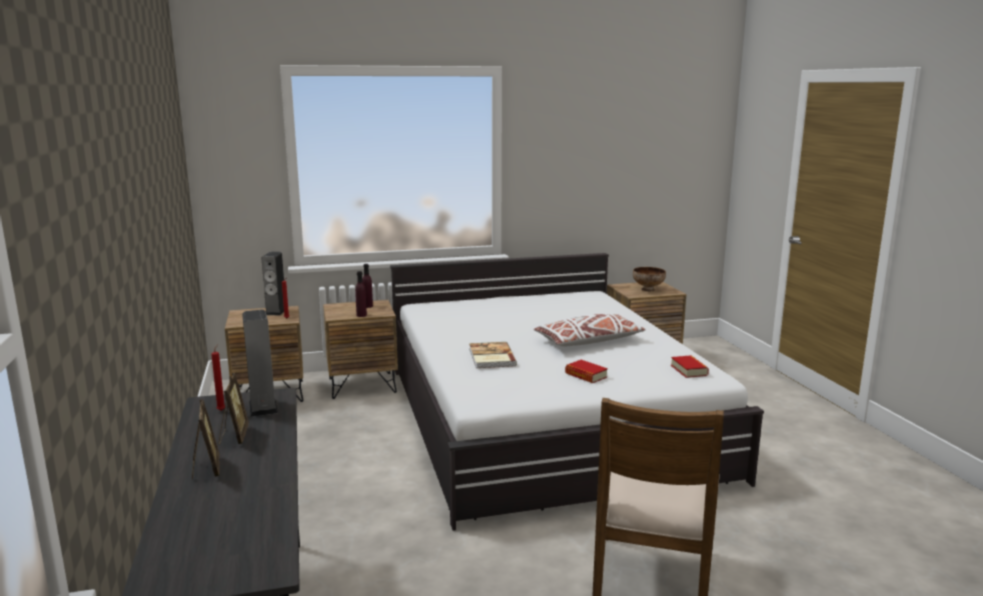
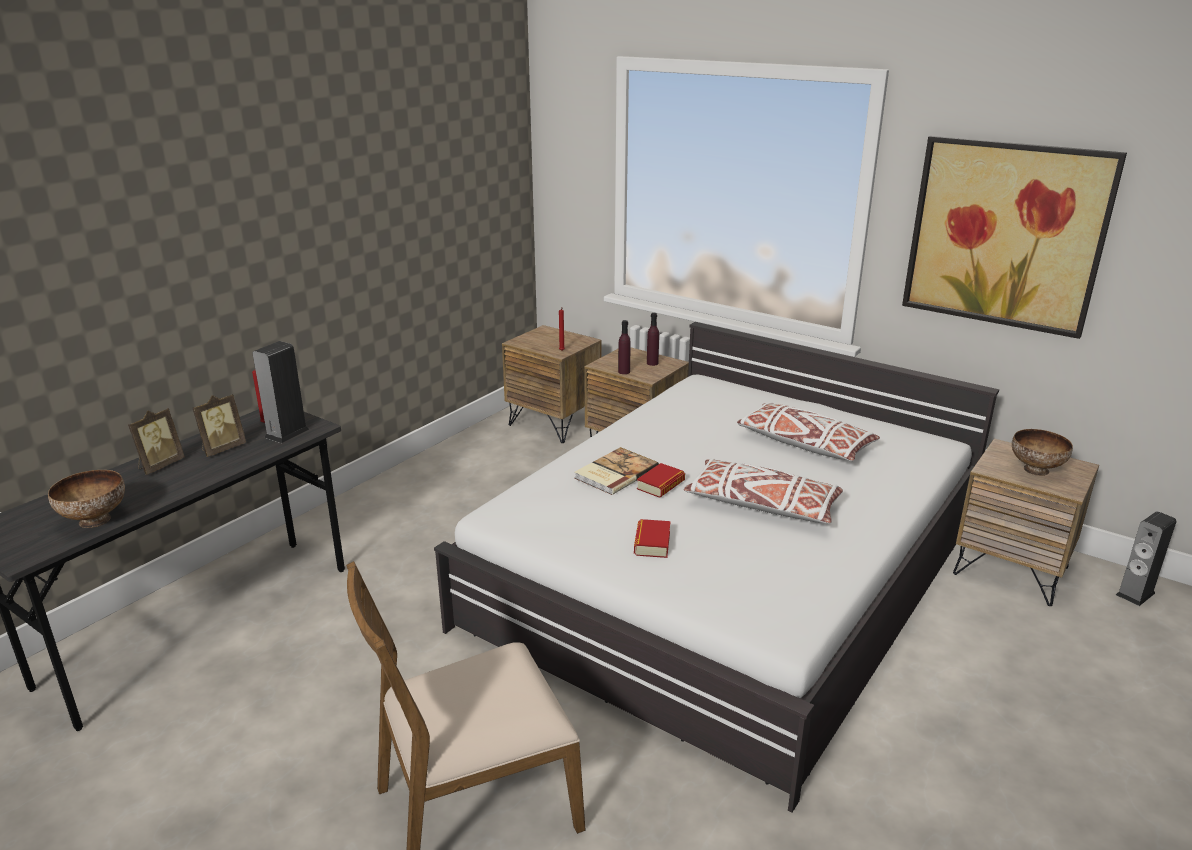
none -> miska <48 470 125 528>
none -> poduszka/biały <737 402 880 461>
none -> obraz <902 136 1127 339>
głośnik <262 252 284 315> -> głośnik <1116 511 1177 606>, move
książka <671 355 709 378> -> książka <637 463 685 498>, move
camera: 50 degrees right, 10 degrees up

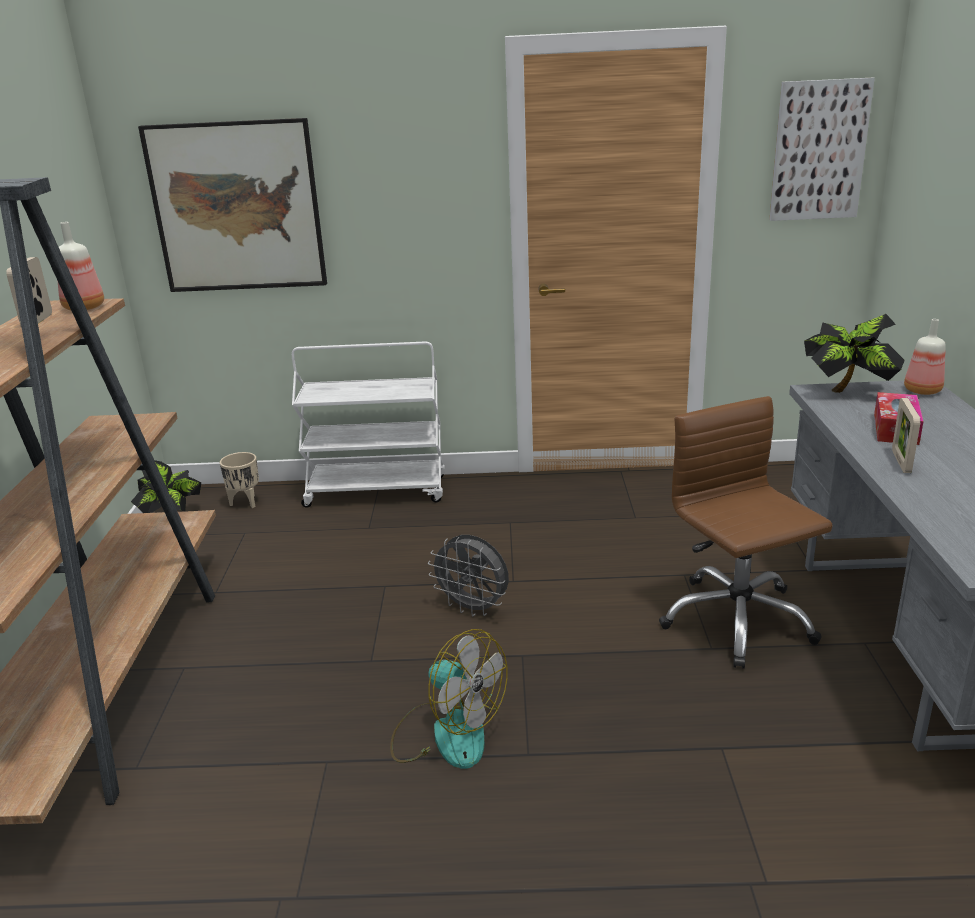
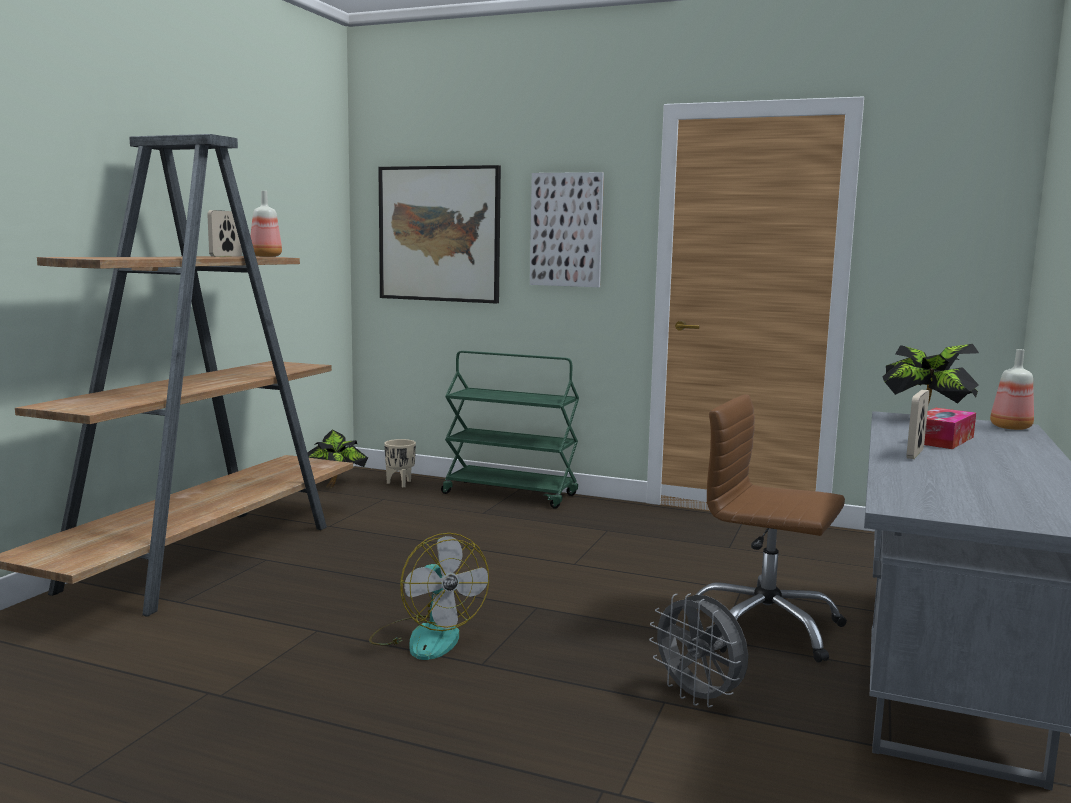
wentylator/szary <428 535 509 616> -> wentylator/szary <649 593 748 707>, move
obraz <769 78 875 221> -> obraz <530 172 604 287>, move
wózek/biały <292 341 445 507> -> wózek/zielony <441 351 579 509>
krzesło biurowe/brązowy <659 396 833 669> -> krzesło biurowe/brązowy <696 394 847 663>, 60 degrees counterclockwise
camera: 20 degrees right, 15 degrees down

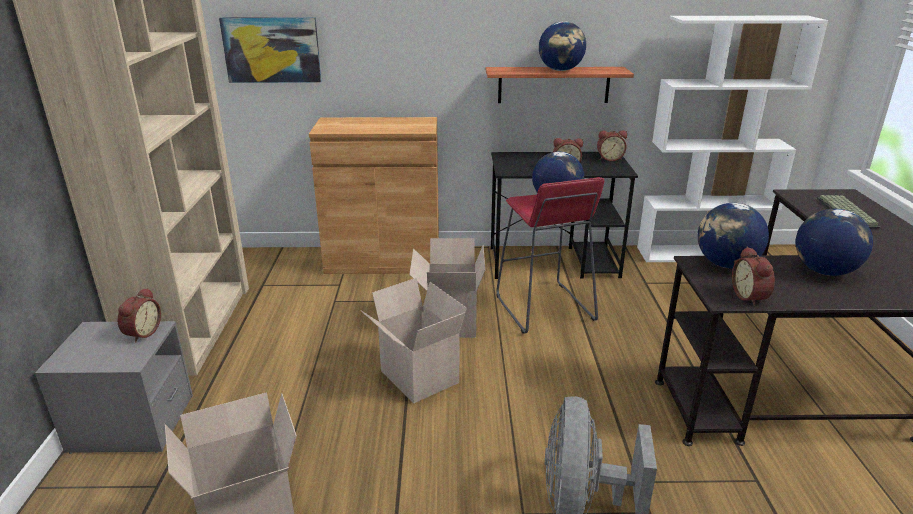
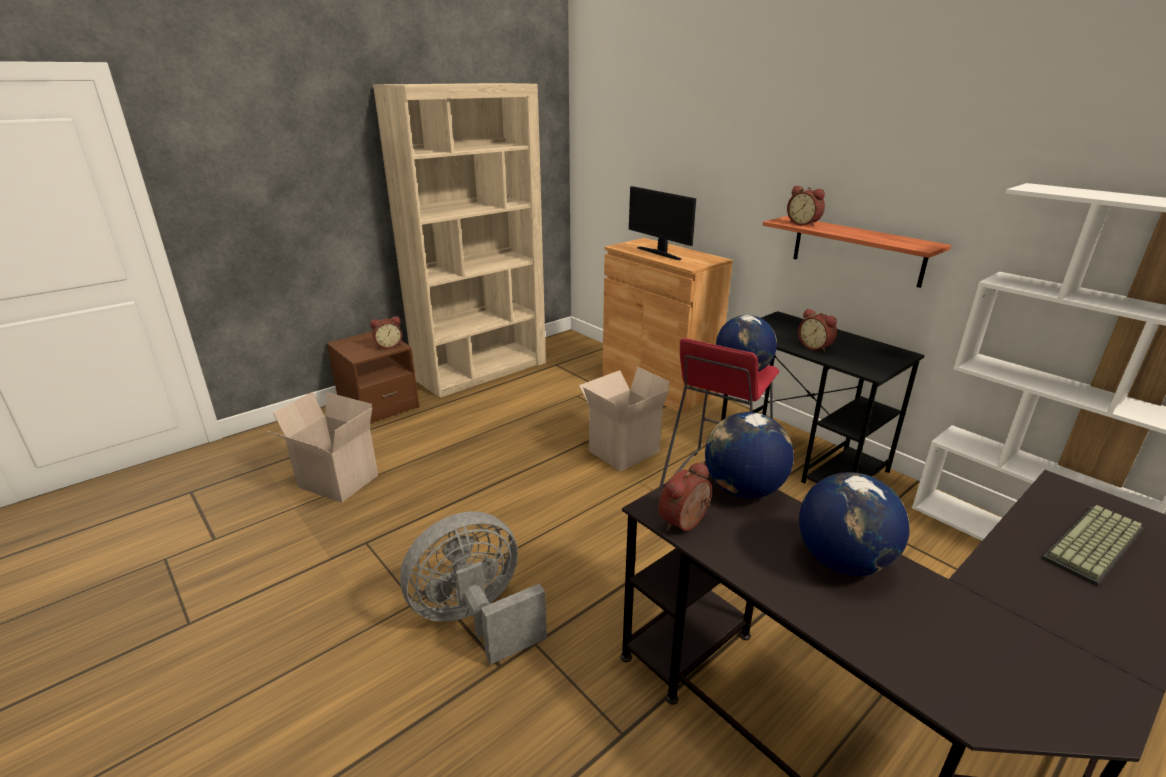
obraz <219 17 322 83> -> none
karton <360 278 467 403> -> none
globus <539 21 586 71> -> none
none -> monitor <629 186 696 260>
budzik <597 130 627 161> -> budzik <787 186 825 227>, move
szafka nocna/szary <35 321 193 454> -> szafka nocna/brązowy <327 331 419 423>
camera: 50 degrees right, 0 degrees up

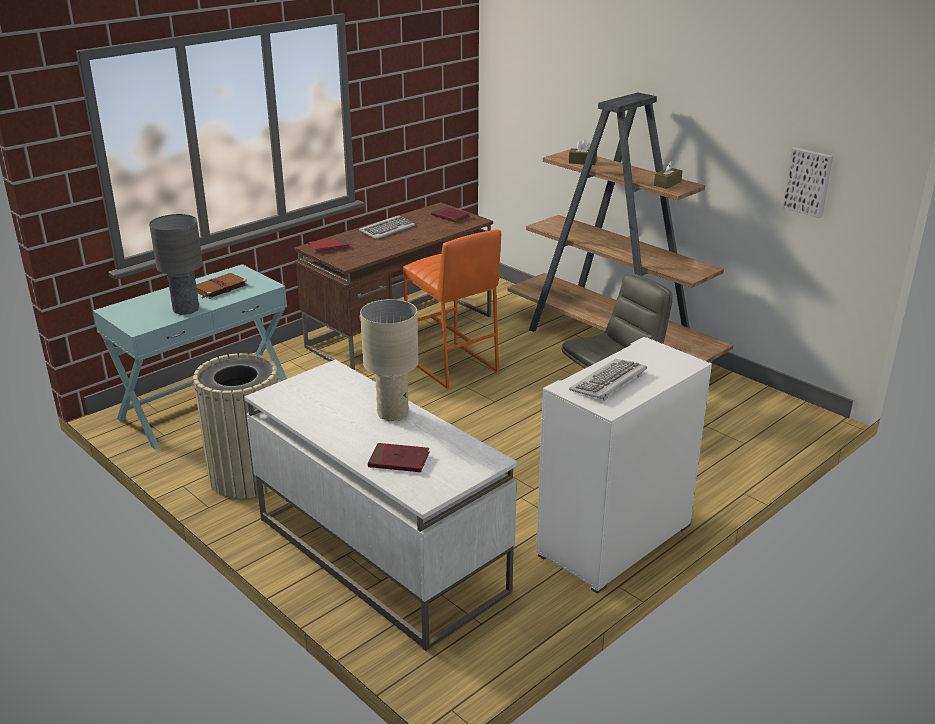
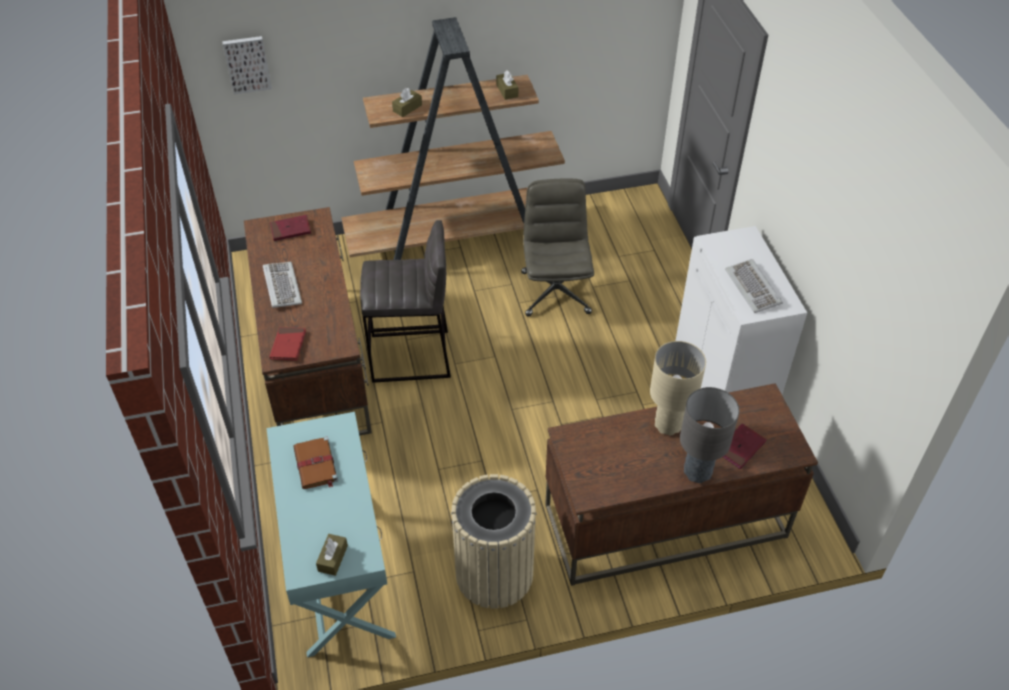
none -> pudełko chusteczek/brązowy <316 534 348 576>
lampa stołowa/szary <149 214 203 315> -> lampa stołowa/szary <680 387 740 483>, move
obraz <783 147 833 218> -> obraz <222 36 272 94>, move
biurko/biały <244 359 517 651> -> biurko/brązowy <545 383 818 586>
stołek/pomarańczowy <403 229 501 389> -> stołek/szary <360 220 451 383>
camera: 60 degrees left, 20 degrees up

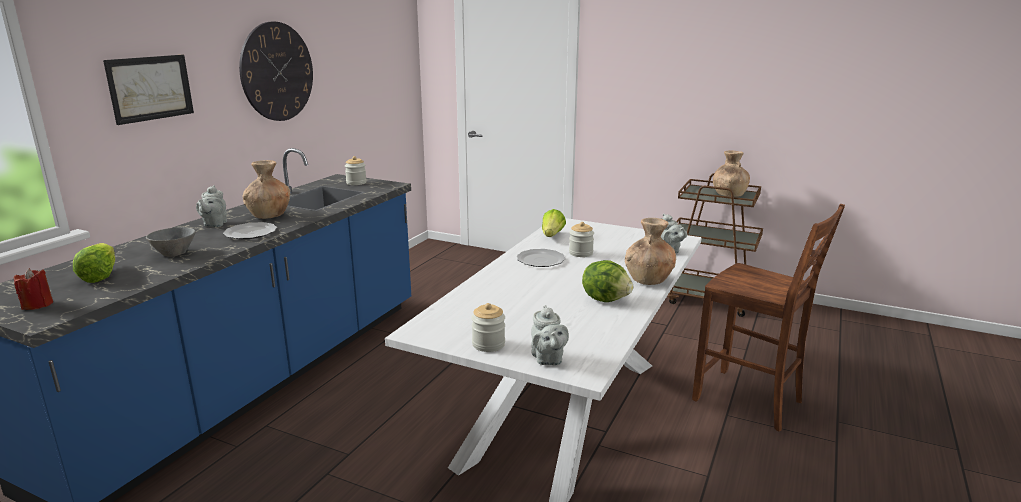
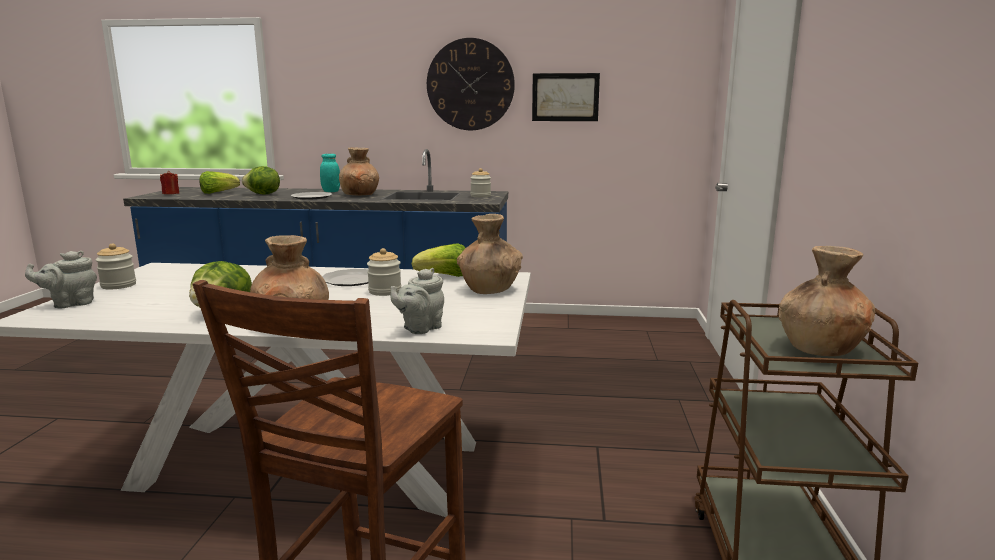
none -> wazon/brązowy <457 214 523 294>
obraz <103 55 194 125> -> obraz <532 73 600 121>, move
miska/szary <146 227 196 257> -> sałata <242 166 280 195>
imbryk/szary <196 185 227 227> -> słoik/turkusowy <320 154 340 192>
camera: 70 degrees right, 5 degrees down

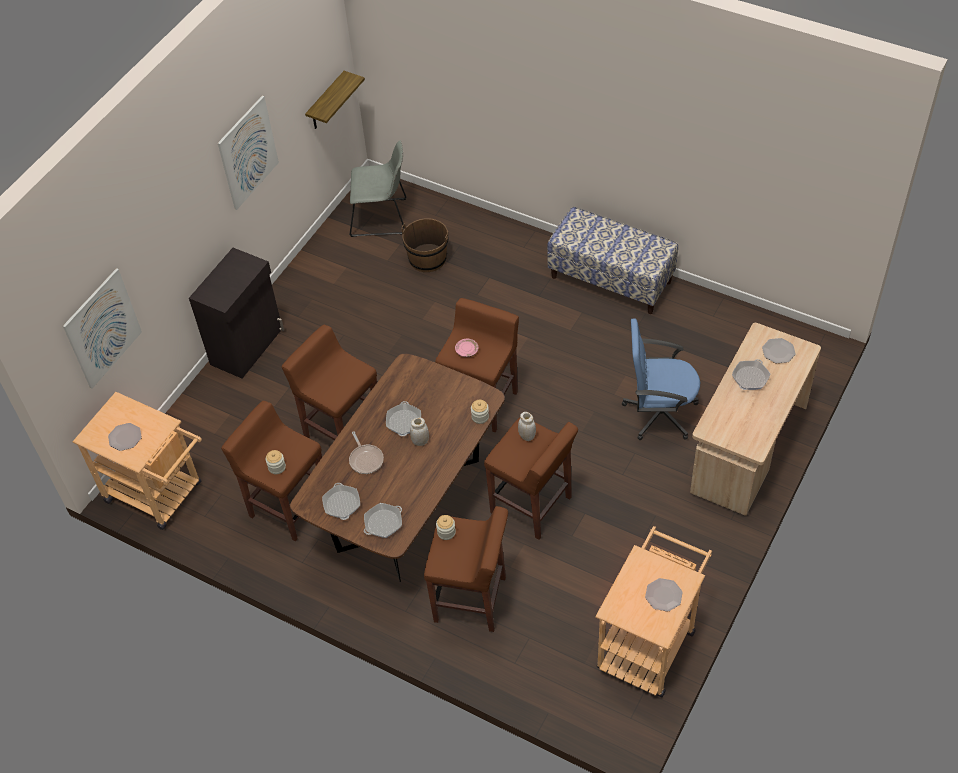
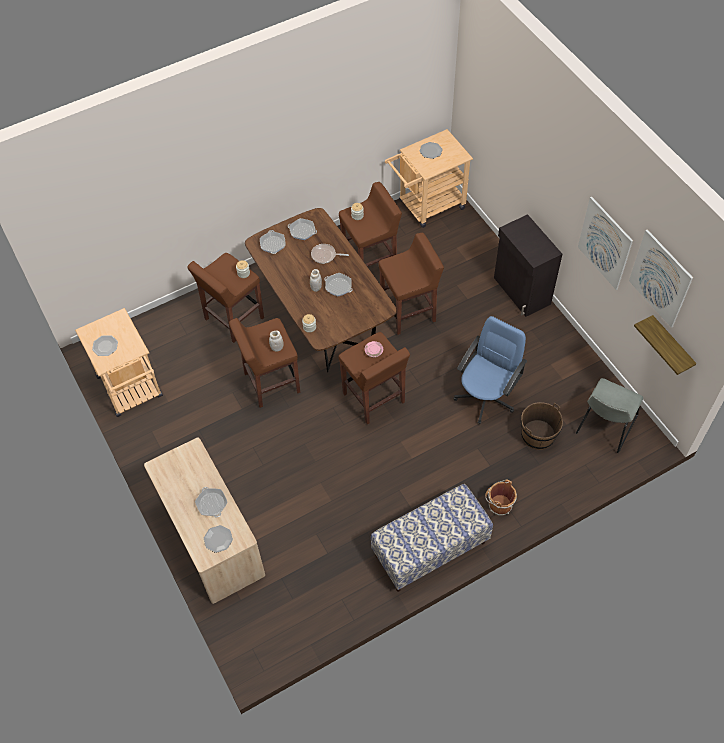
none -> wiadro/brązowy <485 479 517 516>
obraz <63 268 142 389> -> obraz <629 230 693 328>, move
krzesło biurowe/niebieski <622 318 700 440> -> krzesło biurowe/niebieski <454 316 527 424>, move
camera: 120 degrees right, 5 degrees up

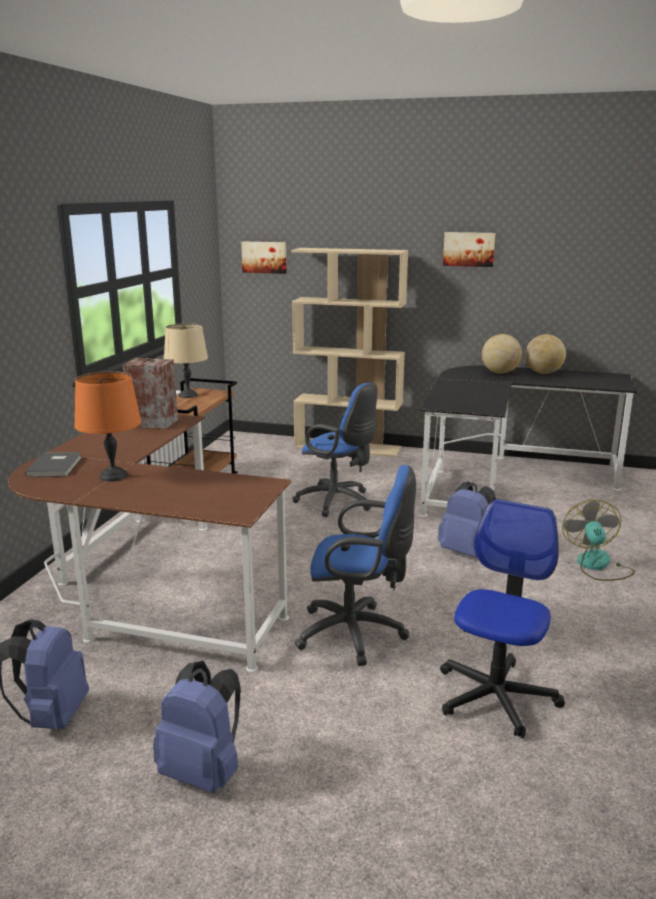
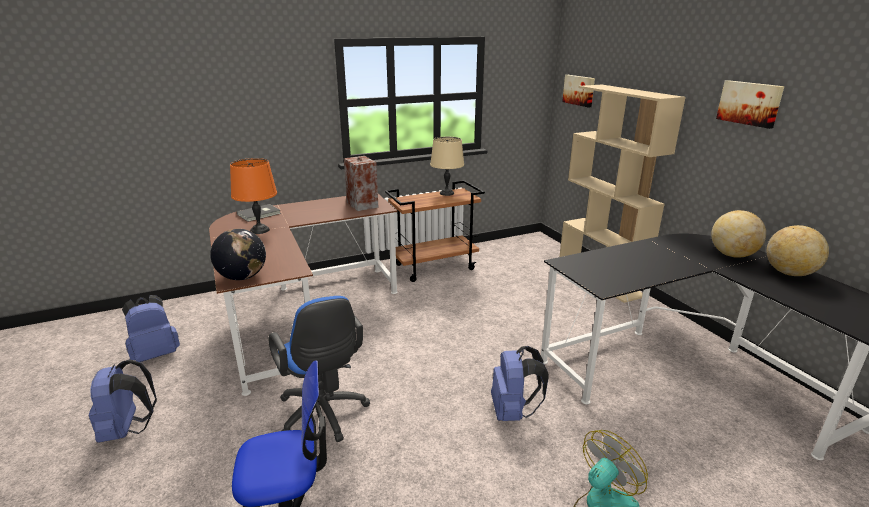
krzesło biurowe/niebieski <293 383 378 517> -> none
none -> globus <210 229 266 280>
camera: 50 degrees right, 5 degrees up

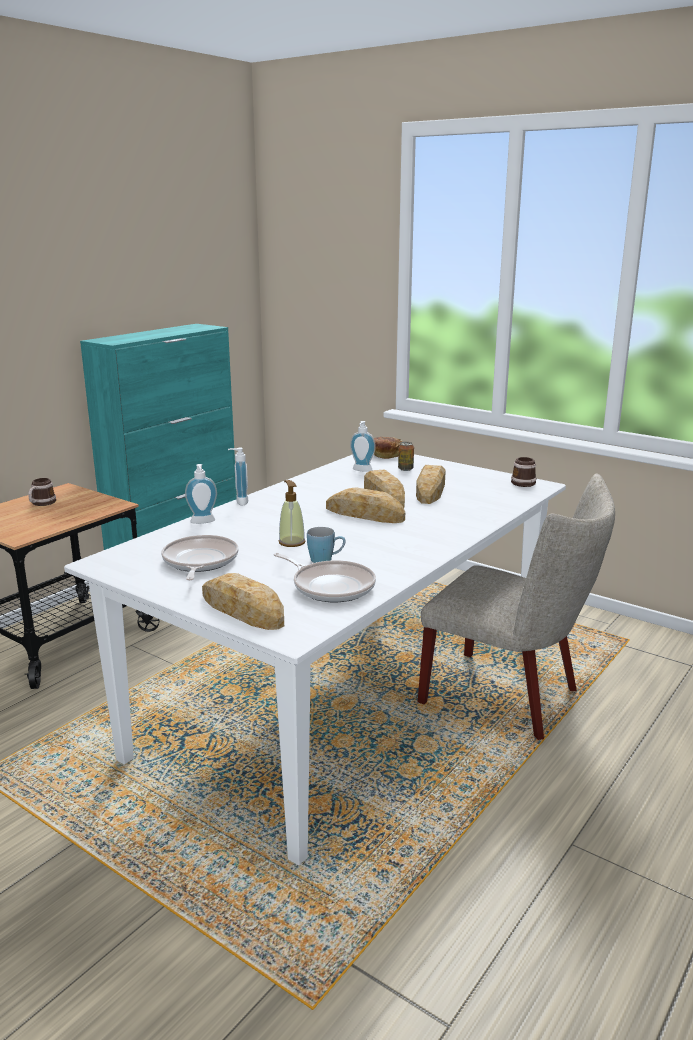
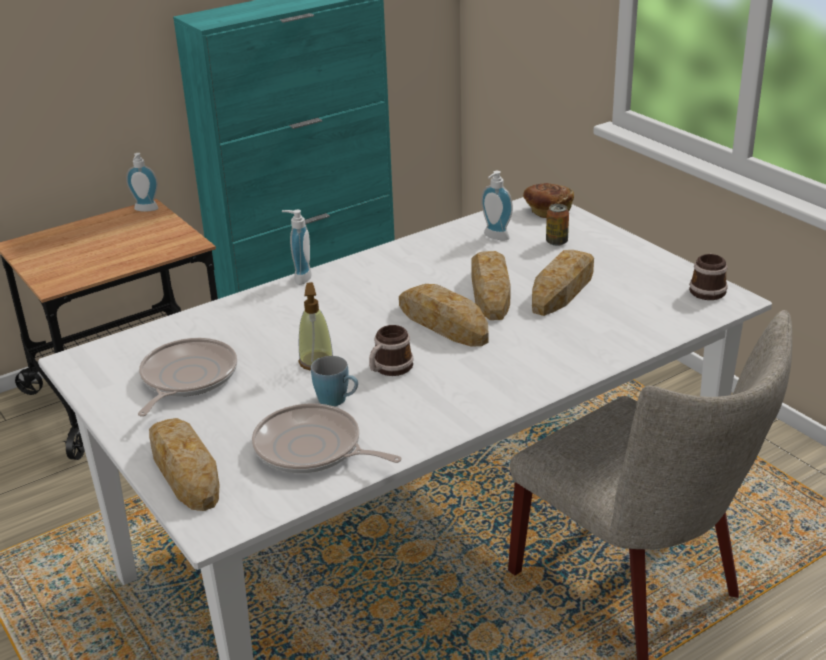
kubek <28 478 56 506> -> kubek <369 325 414 376>, move
dozownik mydła <185 464 217 524> -> dozownik mydła <126 153 159 212>, move
patelnia <274 553 376 602> -> patelnia <252 403 402 473>, 150 degrees clockwise
camera: 20 degrees right, 10 degrees up

